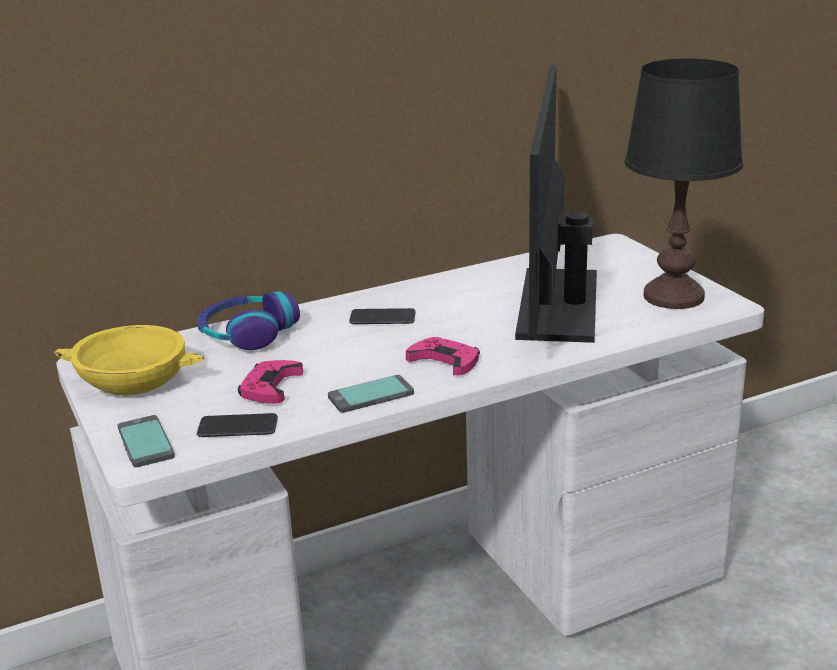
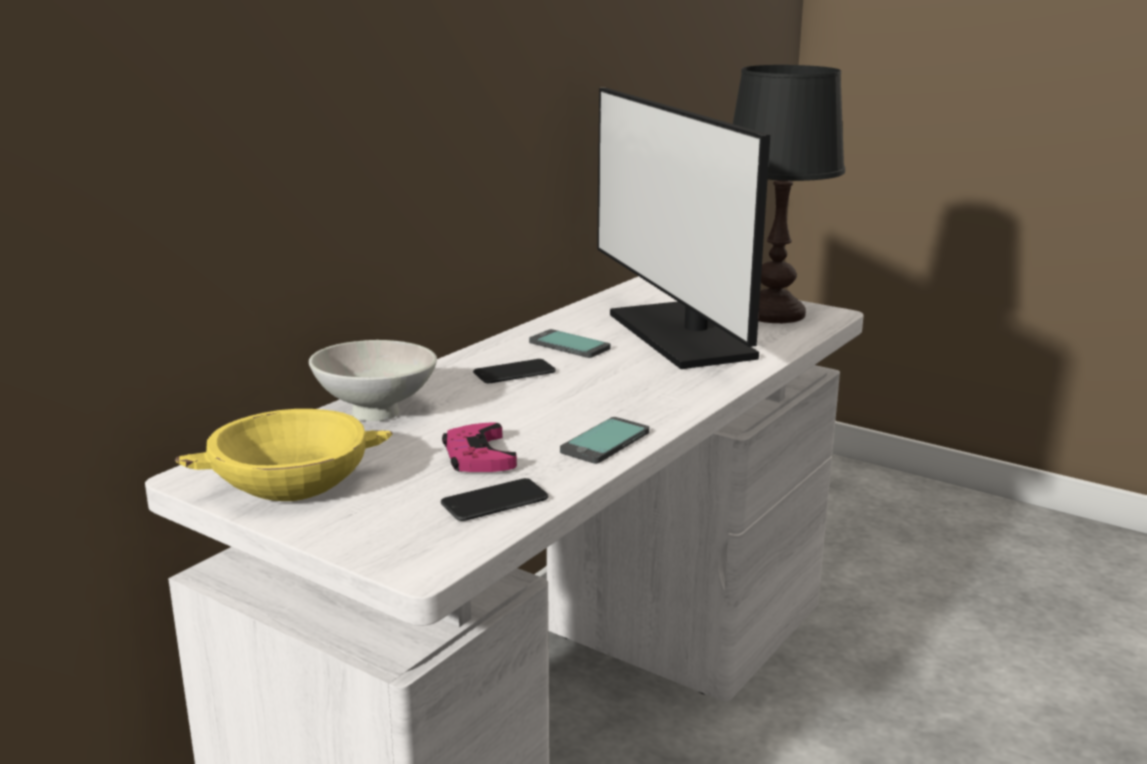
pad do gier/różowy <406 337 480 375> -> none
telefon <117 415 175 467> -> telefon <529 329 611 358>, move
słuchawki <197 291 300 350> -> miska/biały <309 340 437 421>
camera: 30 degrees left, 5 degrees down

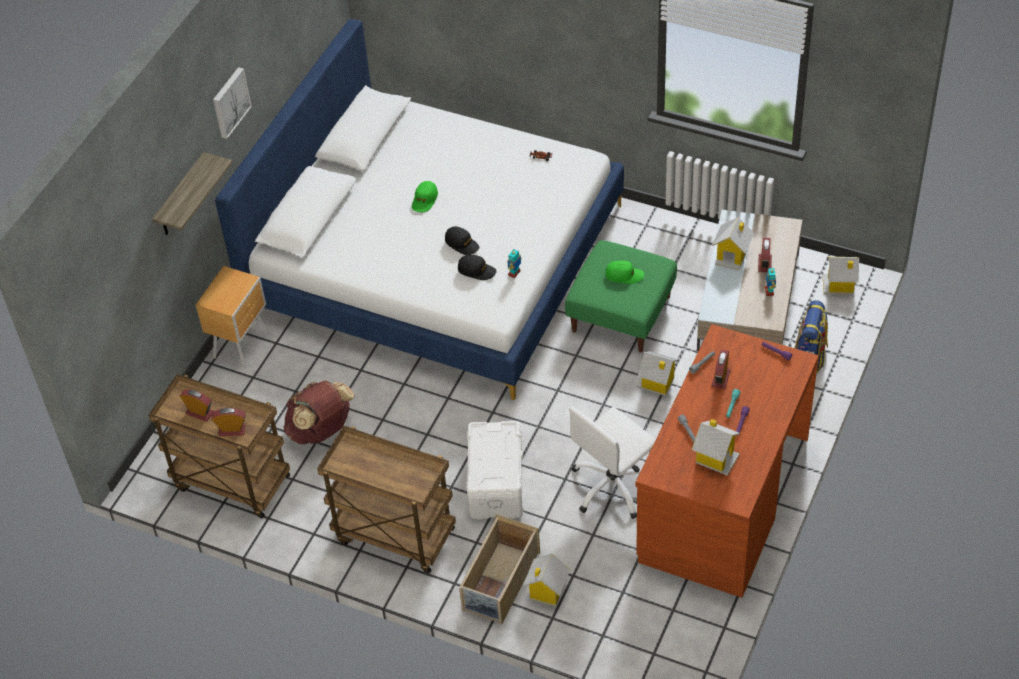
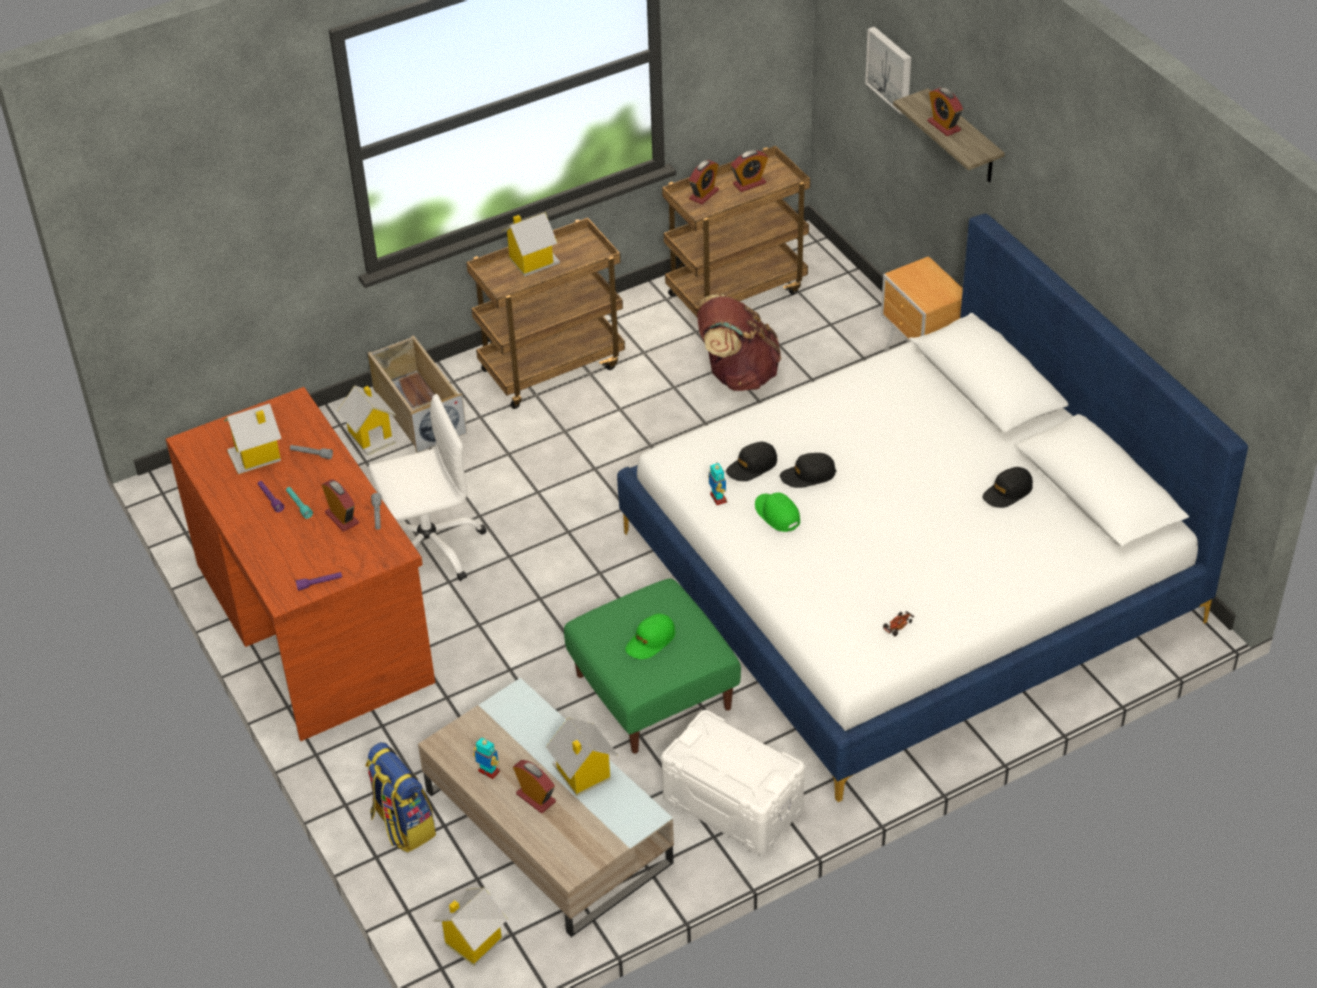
none -> budzik <927 88 963 136>
none -> czapka z daszkiem/czarny <982 467 1033 508>
obraz <213 67 252 139> -> obraz <865 26 911 115>, move
czapka z daszkiem/zielony <412 181 438 212> -> czapka z daszkiem/zielony <755 493 800 532>, move
pojemnik do przechowywania/biały <467 421 524 520> -> pojemnik do przechowywania/biały <661 710 805 855>, move
domek <637 351 679 396> -> domek <501 213 560 277>, move
krzesło biurowe/biały <569 406 656 519> -> krzesło biurowe/biały <368 394 486 581>, 75 degrees clockwise
camera: 125 degrees right, 5 degrees down

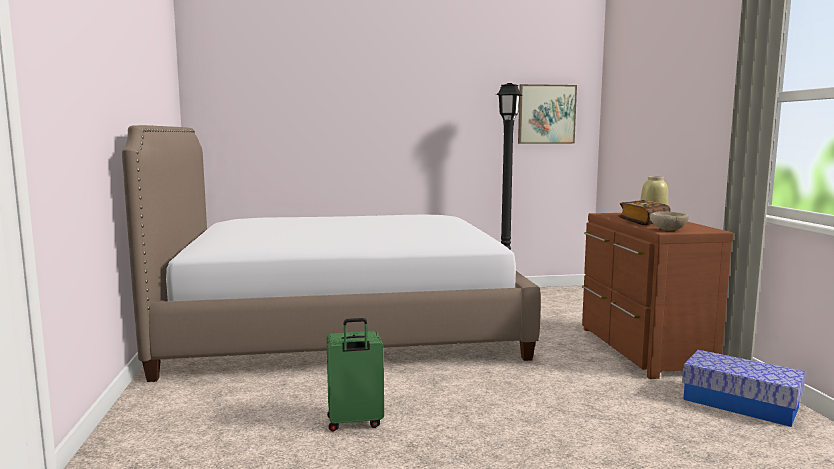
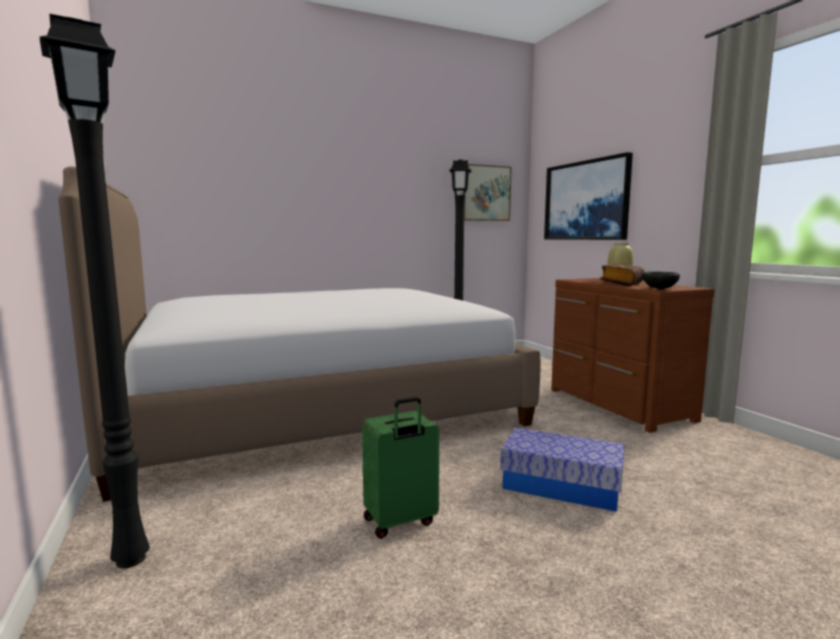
none -> lampa stojąca/czarny <40 14 150 568>
none -> obraz <544 152 633 240>
pojemnik do przechowywania <682 350 805 427> -> pojemnik do przechowywania <500 428 624 512>, move
miska/beżowy <650 211 689 231> -> miska/czarny <641 271 680 289>
camera: 15 degrees left, 0 degrees up

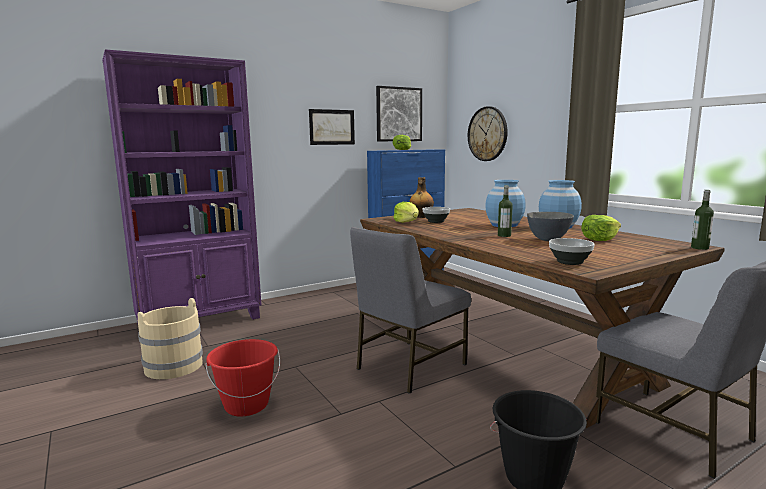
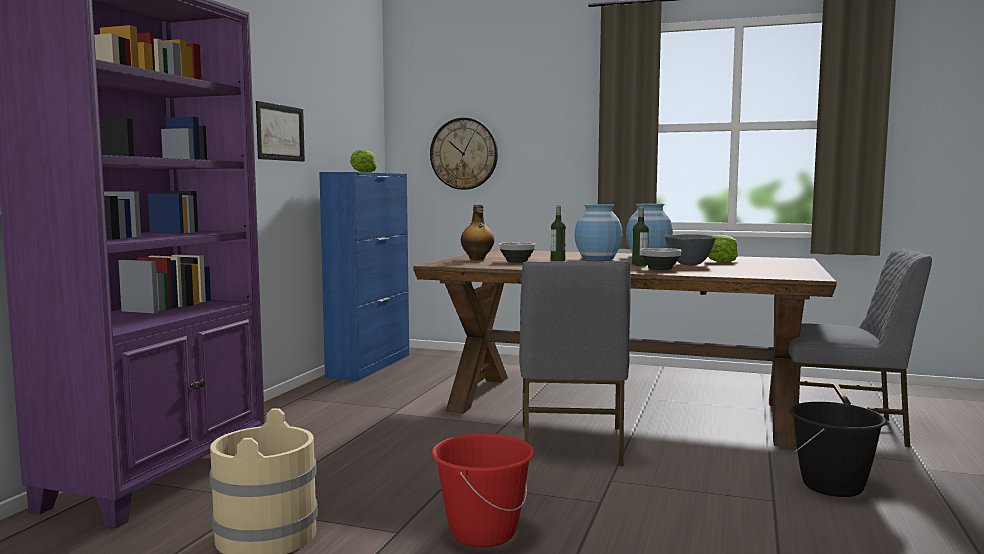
obraz <376 86 422 141> -> none
sałata <393 202 419 223> -> none
miska <549 238 595 265> -> miska <640 248 682 270>, move
butelka <691 190 714 250> -> butelka <551 205 566 261>, move
camera: 40 degrees left, 5 degrees down

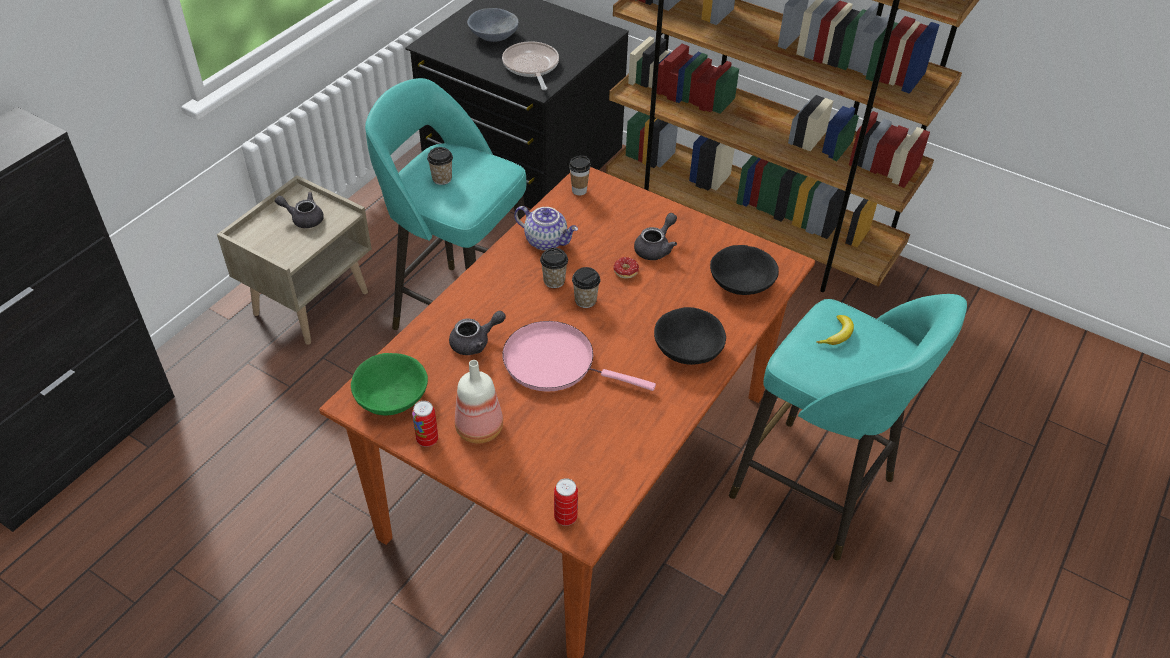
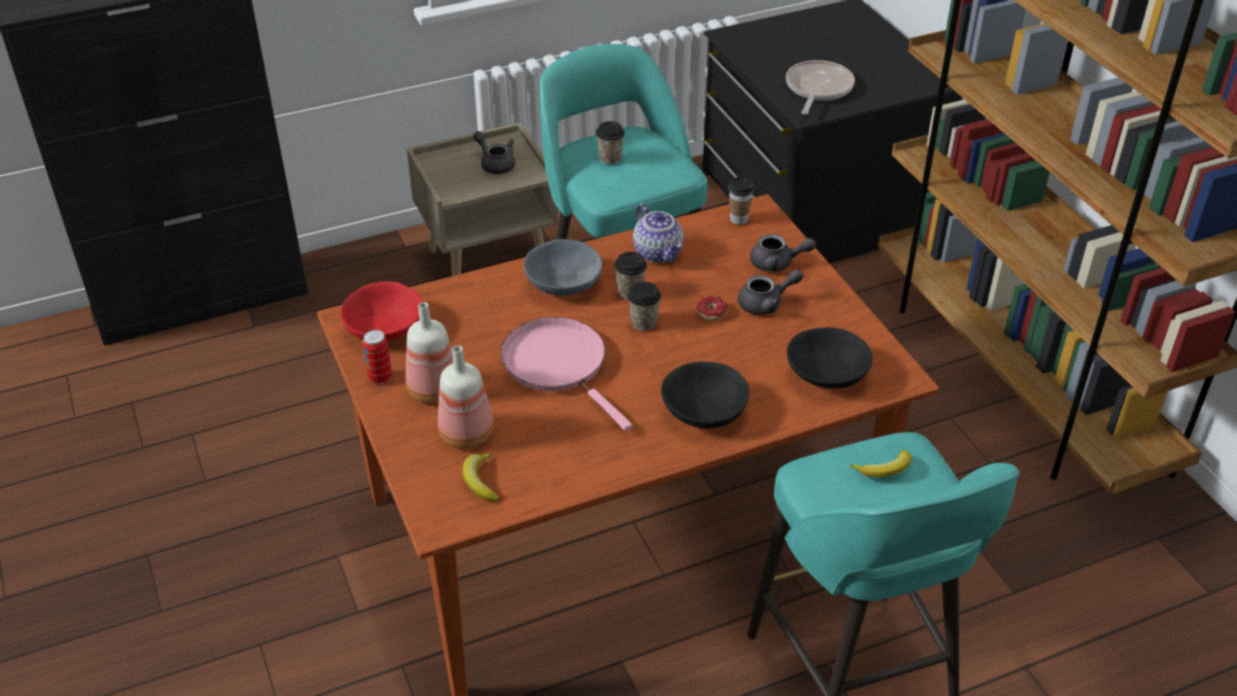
puszka <554 478 578 526> -> none
none -> butelka <438 346 494 448>
none -> banan <462 453 499 502>
imbryk/szary <449 311 506 355> -> imbryk/szary <750 234 816 272>, move
miska/szary <467 8 519 42> -> miska/szary <524 239 602 296>, move
miska/zielony <351 353 428 416> -> miska/czerwony <340 281 423 341>
camera: 35 degrees right, 5 degrees down

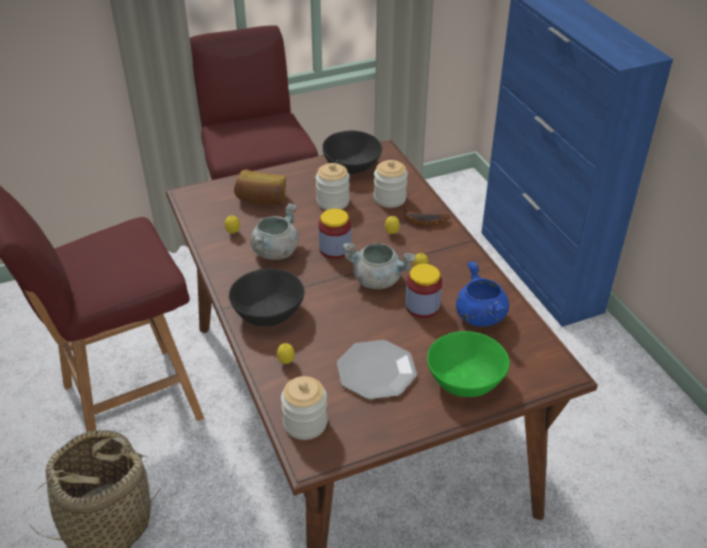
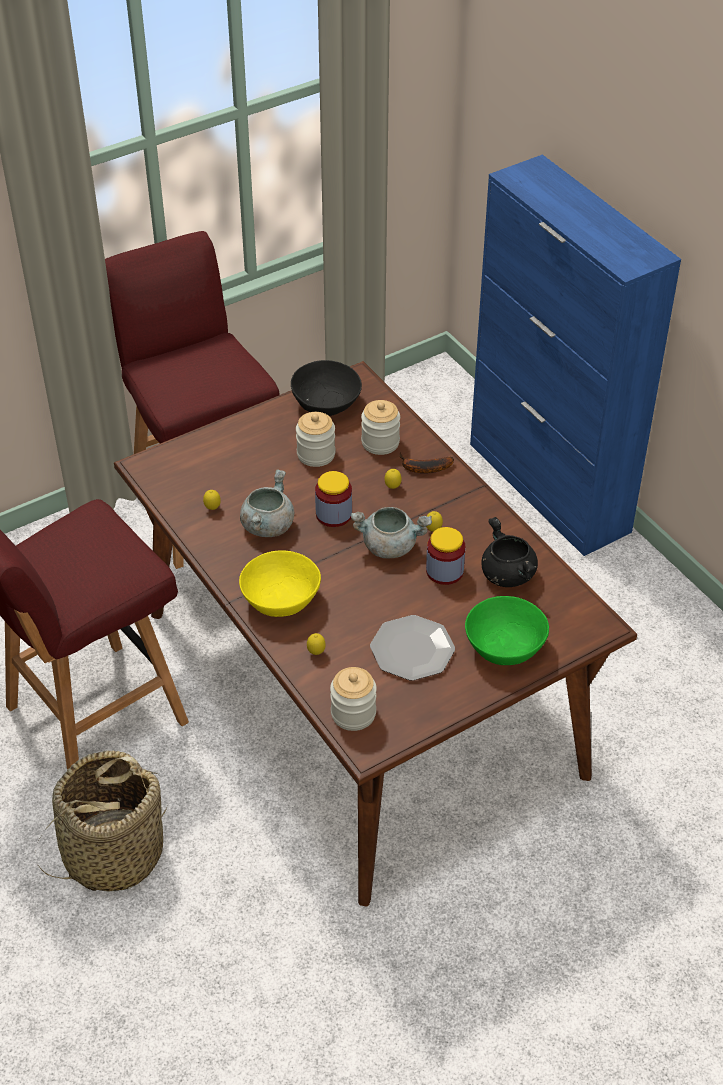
chleb <234 169 286 205> -> none
miska/czarny <229 268 305 326> -> miska/żółty <239 551 321 617>
garnek/niebieski <456 261 509 327> -> garnek/czarny <481 517 538 587>
camera: 10 degrees left, 5 degrees up

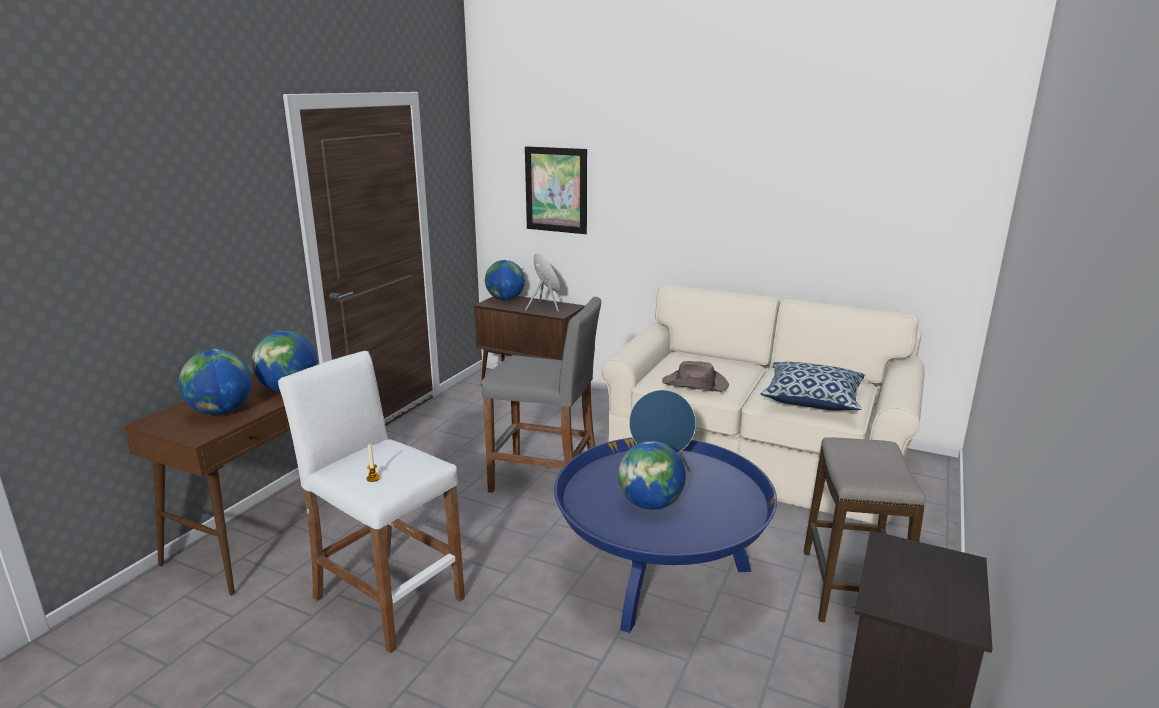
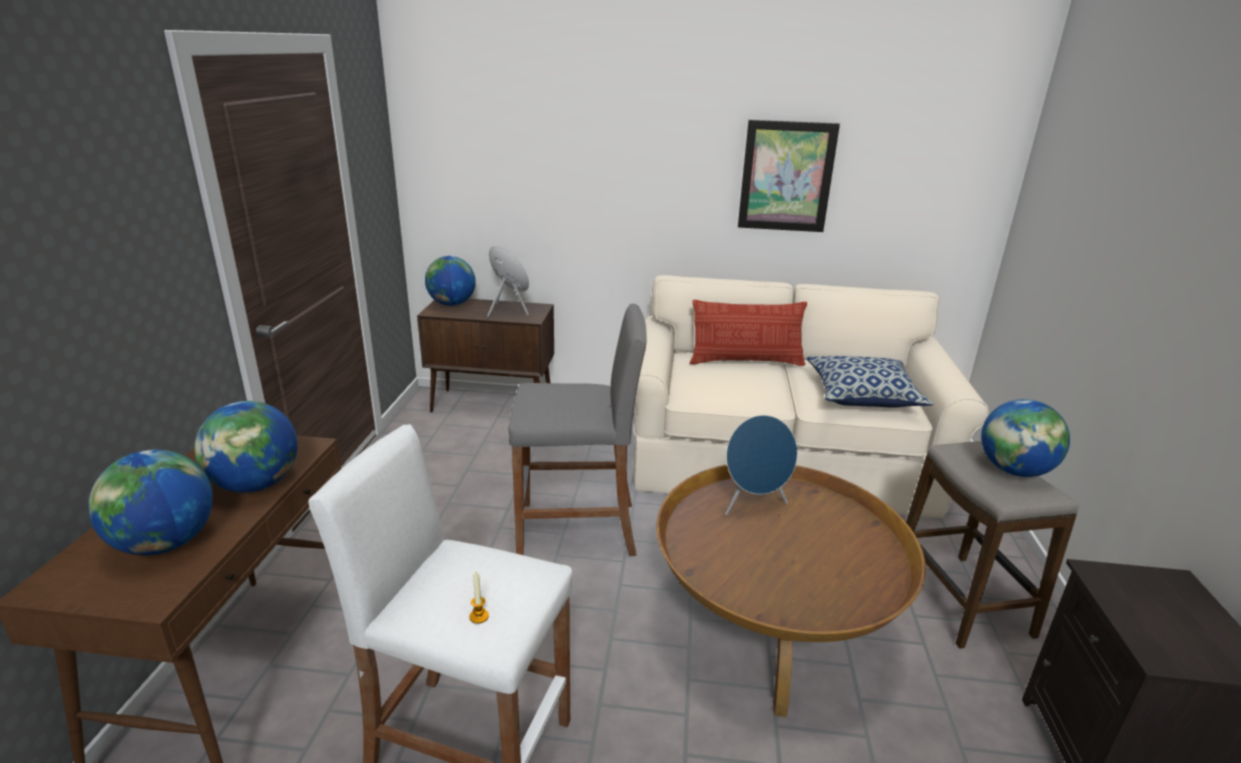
kapelusz/brązowy <662 361 729 392> -> none
none -> poduszka <690 300 807 366>
obraz <525 146 587 234> -> obraz <738 120 840 232>, move
globus <618 441 686 510> -> globus <981 399 1070 477>, move
ława/niebieski <554 437 777 633> -> ława/brązowy <656 465 926 717>
camera: 20 degrees left, 5 degrees up

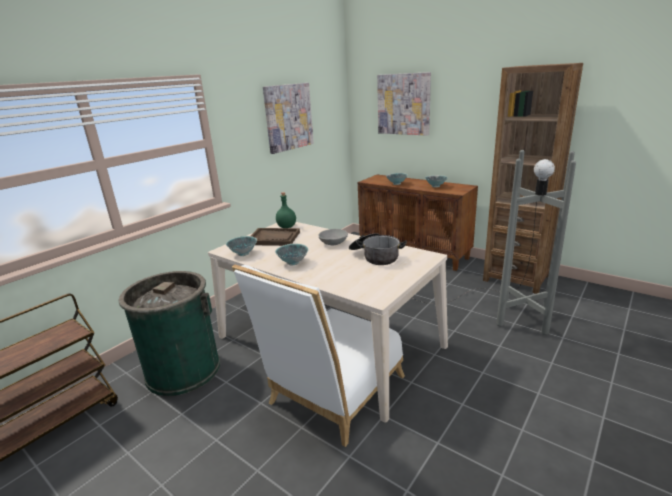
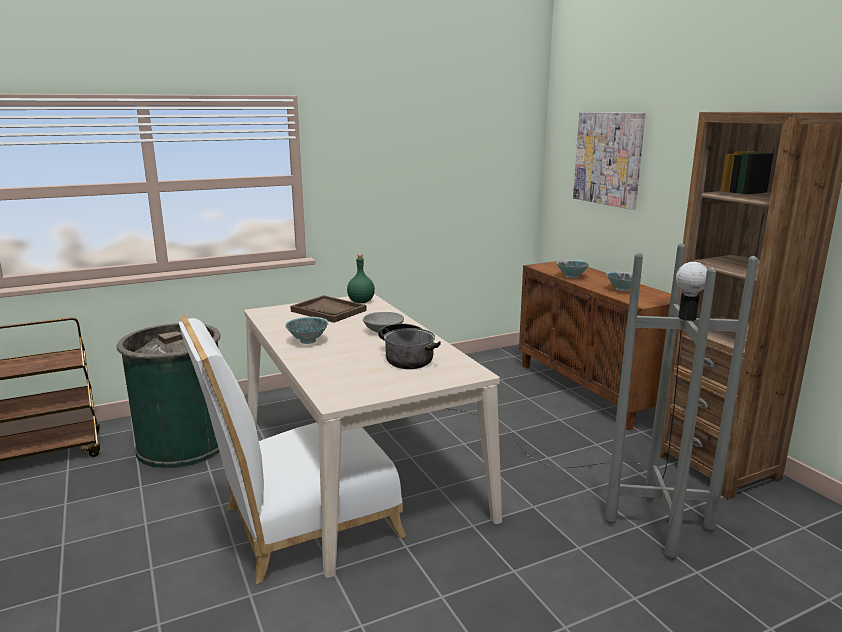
miska <226 236 257 256> -> none
obraz <263 83 314 154> -> none
camera: 25 degrees right, 5 degrees down

